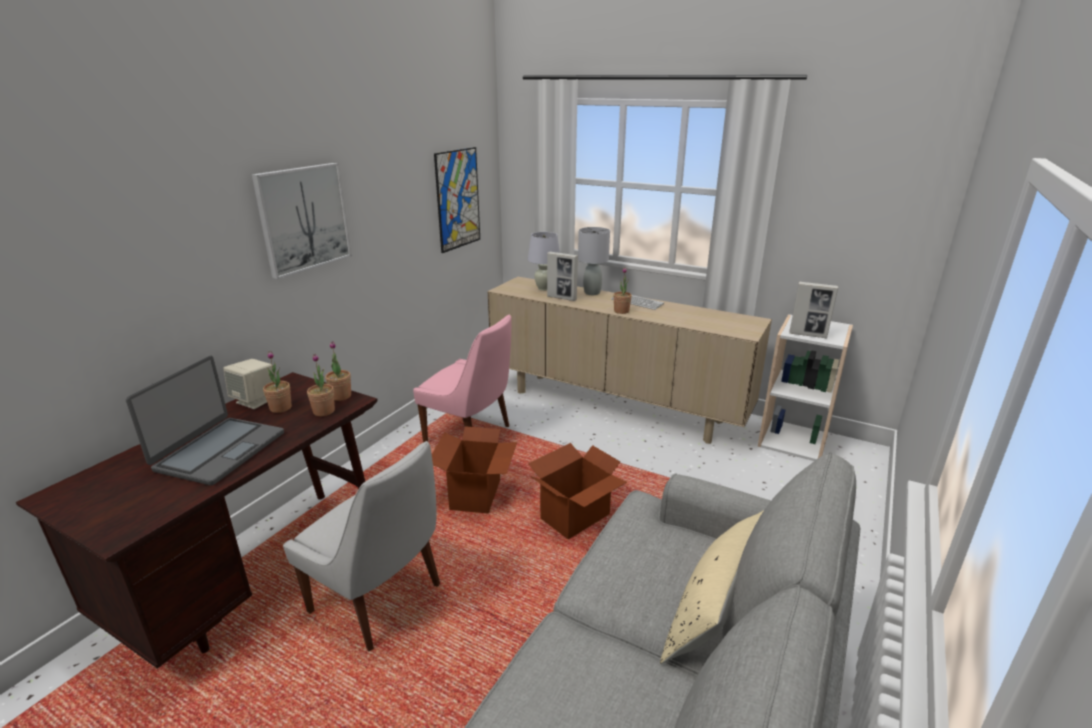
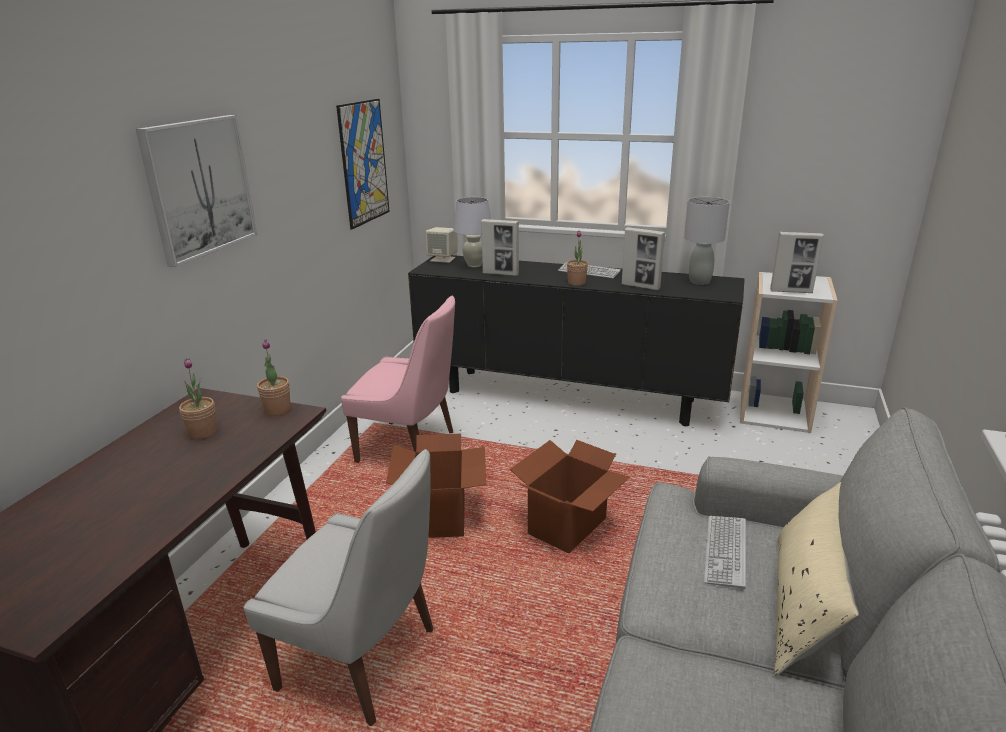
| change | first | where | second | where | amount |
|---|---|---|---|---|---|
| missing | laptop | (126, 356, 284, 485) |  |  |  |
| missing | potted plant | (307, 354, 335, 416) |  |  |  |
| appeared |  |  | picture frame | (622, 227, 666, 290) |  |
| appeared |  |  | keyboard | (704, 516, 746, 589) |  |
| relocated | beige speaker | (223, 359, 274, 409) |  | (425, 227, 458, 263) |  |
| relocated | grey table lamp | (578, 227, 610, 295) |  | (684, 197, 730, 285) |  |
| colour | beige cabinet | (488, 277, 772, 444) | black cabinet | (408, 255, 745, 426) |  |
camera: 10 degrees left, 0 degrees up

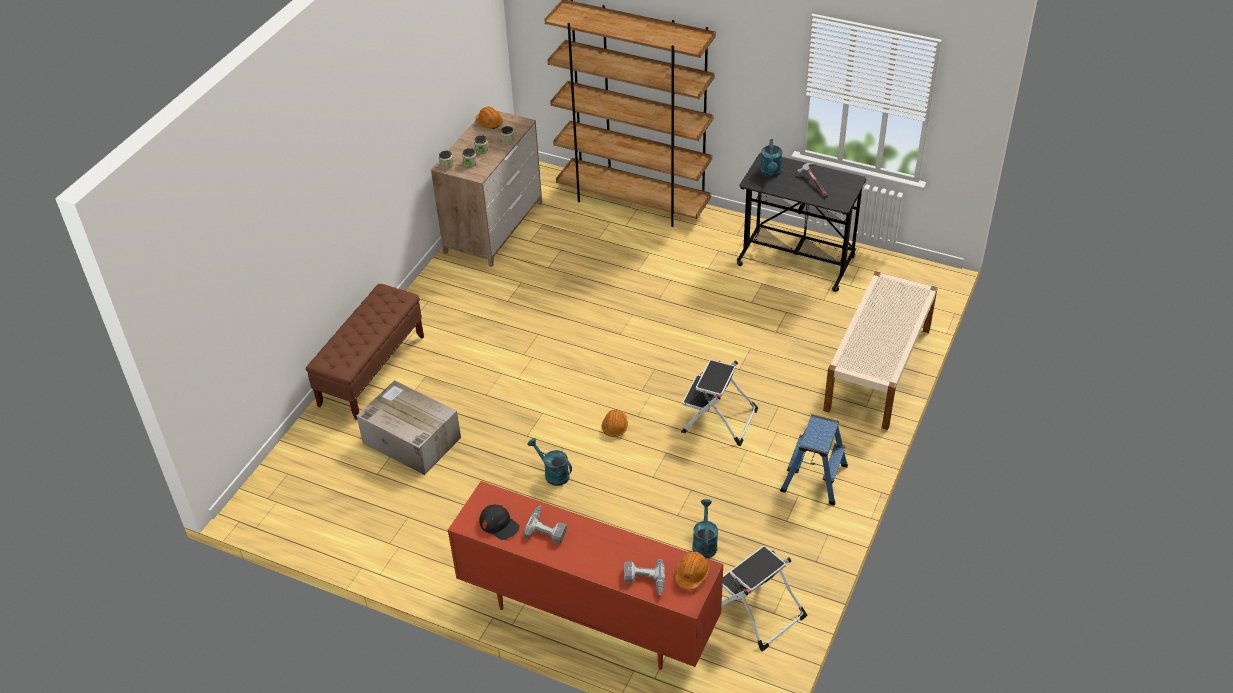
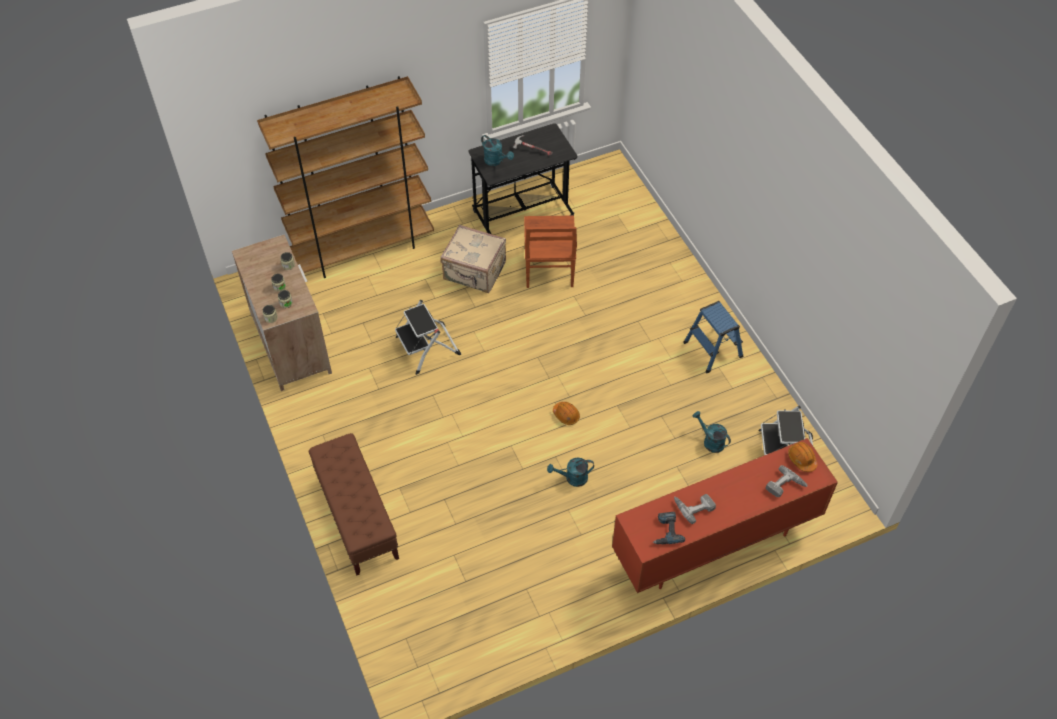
| change | first | where | second | where | amount |
|---|---|---|---|---|---|
| missing | cardboard box | (357, 380, 461, 475) |  |  |  |
| missing | orange hard hat | (475, 107, 503, 129) |  |  |  |
| missing | beige bench | (823, 271, 938, 430) |  |  |  |
| appeared |  |  | beige suitcase | (440, 225, 506, 293) |  |
| appeared |  |  | brown chair | (524, 216, 577, 288) |  |
| relocated | step ladder | (681, 360, 758, 446) |  | (395, 300, 461, 375) |  |
| exchanged | black cap | (479, 505, 520, 540) | power drill | (653, 512, 685, 544) |  |
camera: 50 degrees left, 10 degrees up

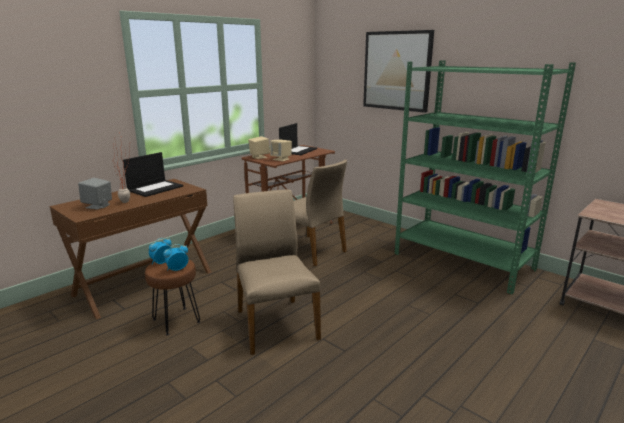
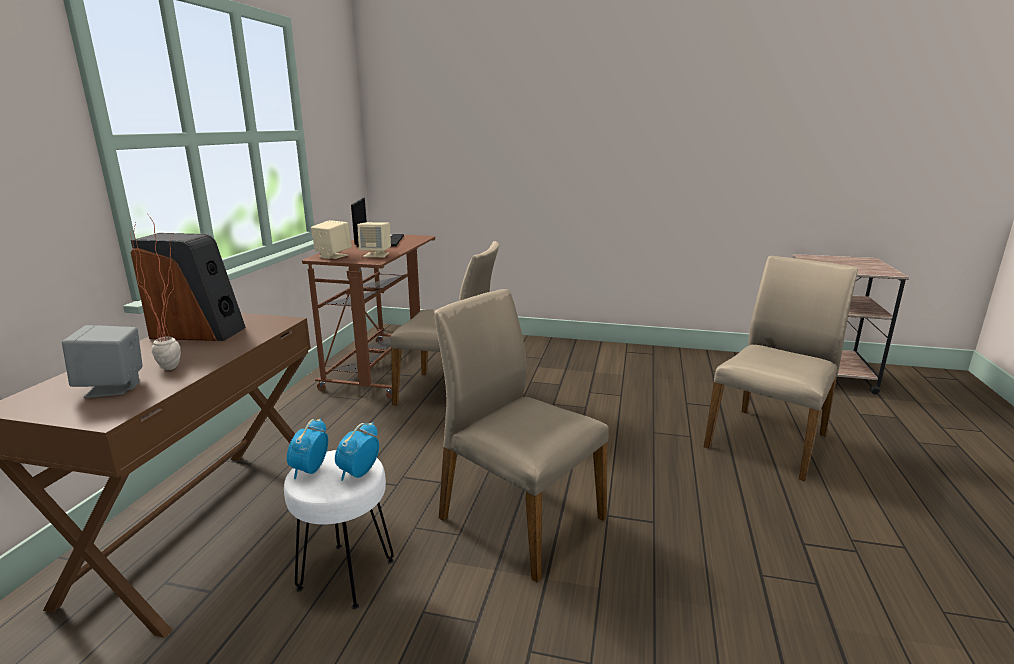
| change | first | where | second | where | amount |
|---|---|---|---|---|---|
| missing | picture | (363, 30, 434, 113) |  |  |  |
| missing | green bookcase | (395, 60, 576, 294) |  |  |  |
| appeared |  |  | beige chair | (704, 256, 858, 481) |  |
| exchanged | laptop | (123, 152, 183, 197) | speaker | (130, 233, 246, 341) |  |
| colour | brown stool | (145, 259, 200, 336) | white stool | (284, 450, 394, 609) |  |
camera: 30 degrees left, 0 degrees up

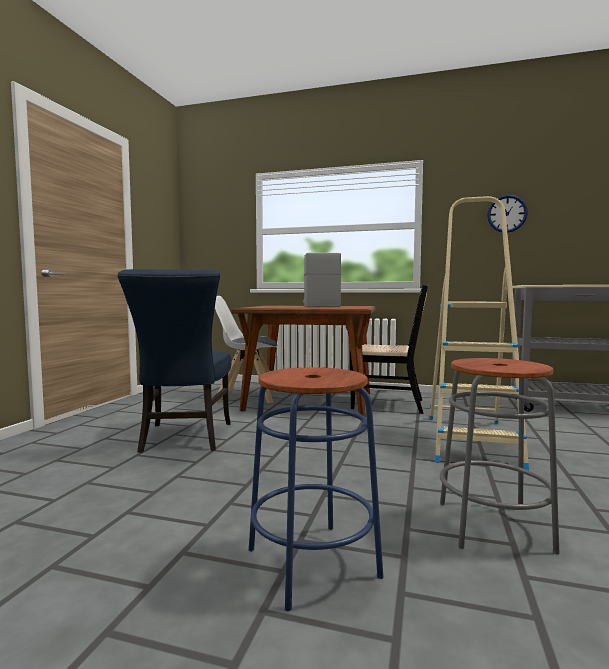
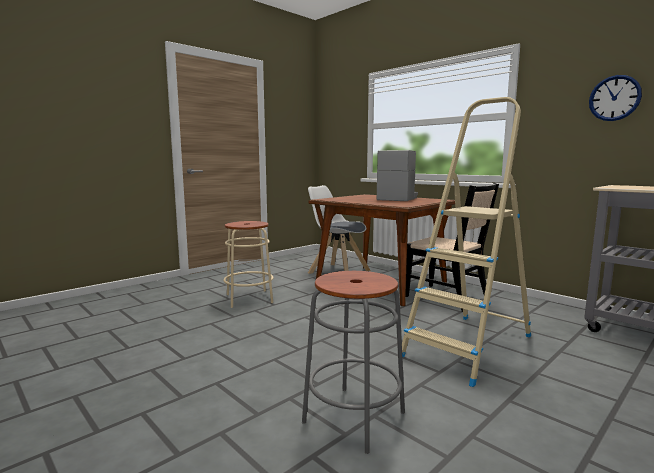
| change | first | where | second | where | amount |
|---|---|---|---|---|---|
| missing | blue stool | (249, 367, 383, 611) |  |  |  |
| exchanged | blue chair | (117, 269, 232, 453) | beige stool | (223, 221, 273, 308) |  |
camera: 30 degrees right, 5 degrees up

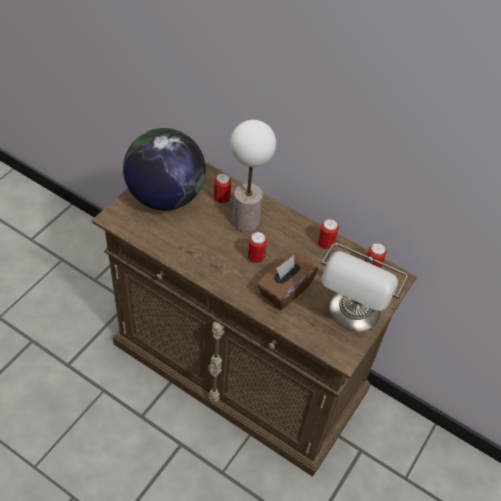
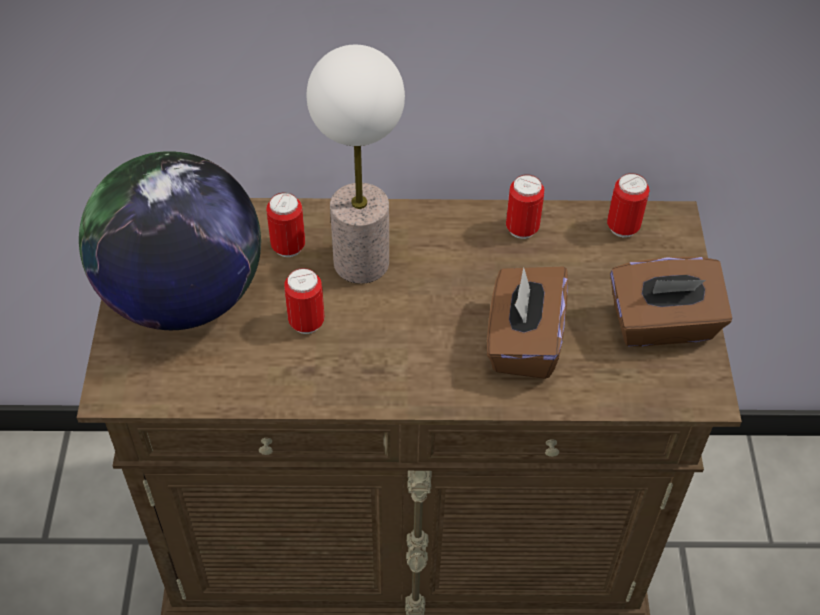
| change | first | where | second | where | amount |
|---|---|---|---|---|---|
| relocated | can | (248, 232, 267, 264) |  | (284, 268, 324, 334) |  |
| exchanged | white table lamp | (321, 243, 409, 332) | brown tissue box | (610, 257, 732, 347) |  |
camera: 30 degrees left, 0 degrees up

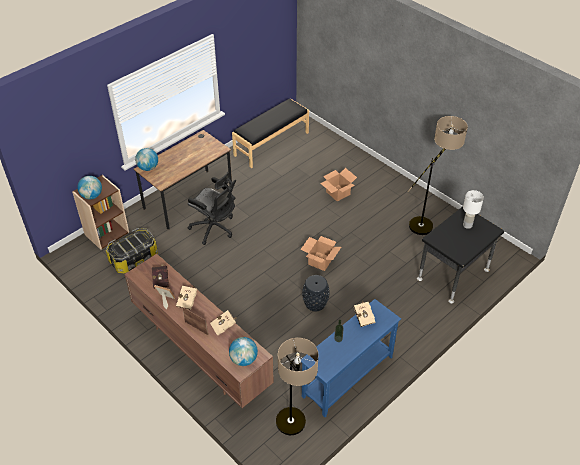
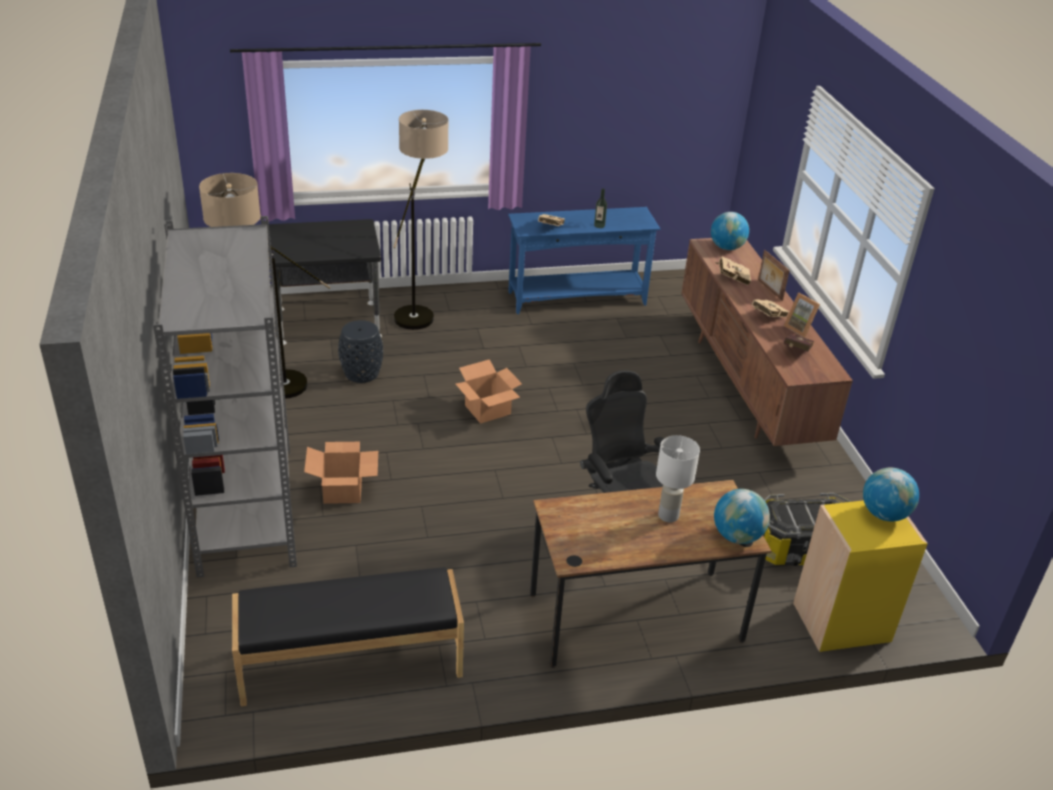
| change | first | where | second | where | amount |
|---|---|---|---|---|---|
| appeared |  |  | grey bookcase | (153, 216, 297, 577) |  |
| relocated | floor lamp | (276, 338, 318, 435) |  | (393, 110, 449, 330) |  |
| relocated | black stool | (302, 275, 330, 311) |  | (338, 320, 383, 383) |  |
| relocated | white table lamp | (463, 190, 484, 229) |  | (656, 435, 700, 523) |  |
| colour | brown bookcase | (72, 175, 129, 250) | yellow bookcase | (793, 500, 928, 652) |  |
camera: 150 degrees left, 10 degrees down

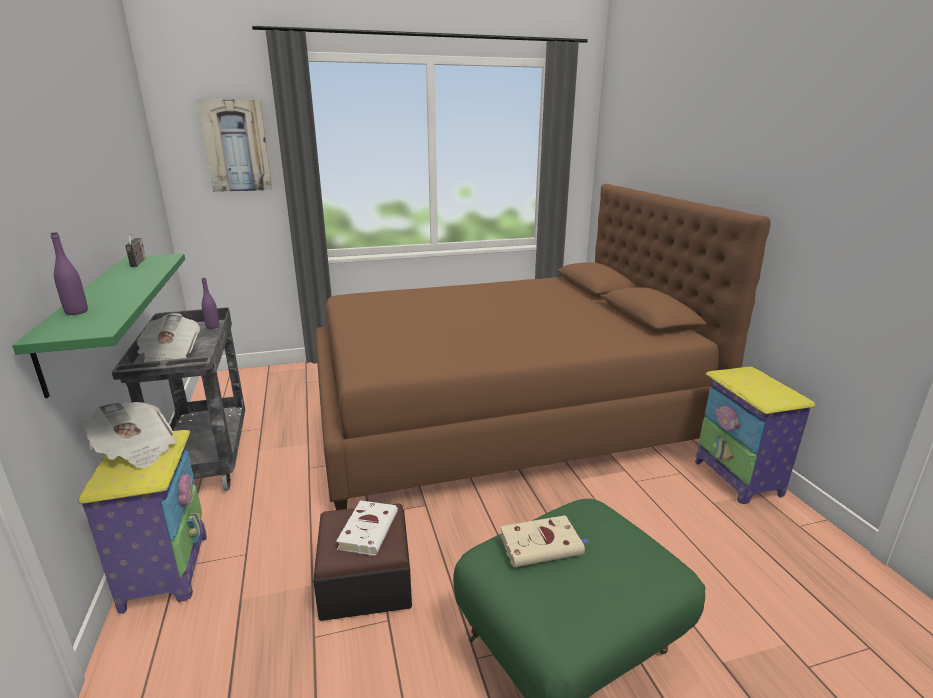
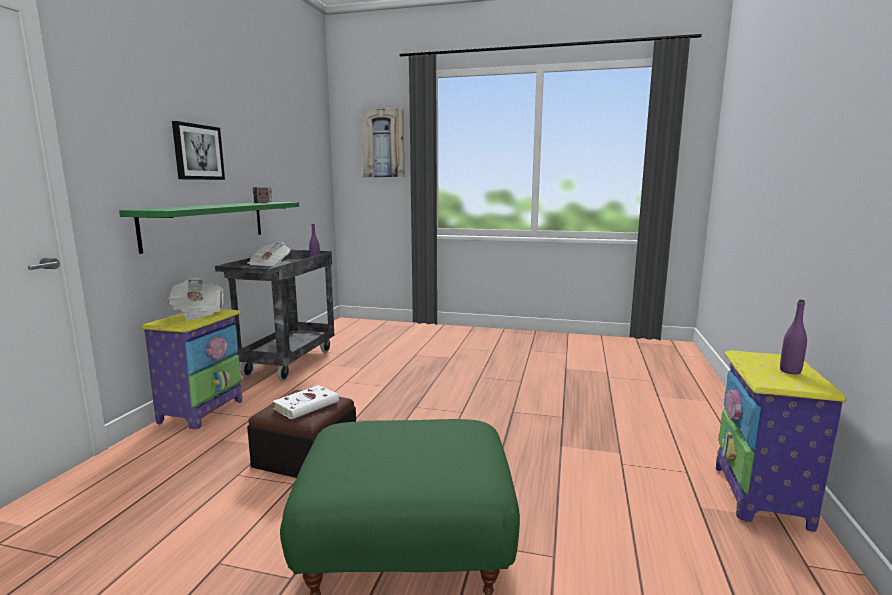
| change | first | where | second | where | amount |
|---|---|---|---|---|---|
| missing | brown bed | (315, 184, 771, 510) |  |  |  |
| missing | beige book | (500, 515, 589, 568) |  |  |  |
| appeared |  |  | picture | (172, 121, 225, 180) |  |
| relocated | purple bottle | (51, 232, 88, 315) |  | (780, 300, 807, 374) |  |
camera: 30 degrees right, 10 degrees down

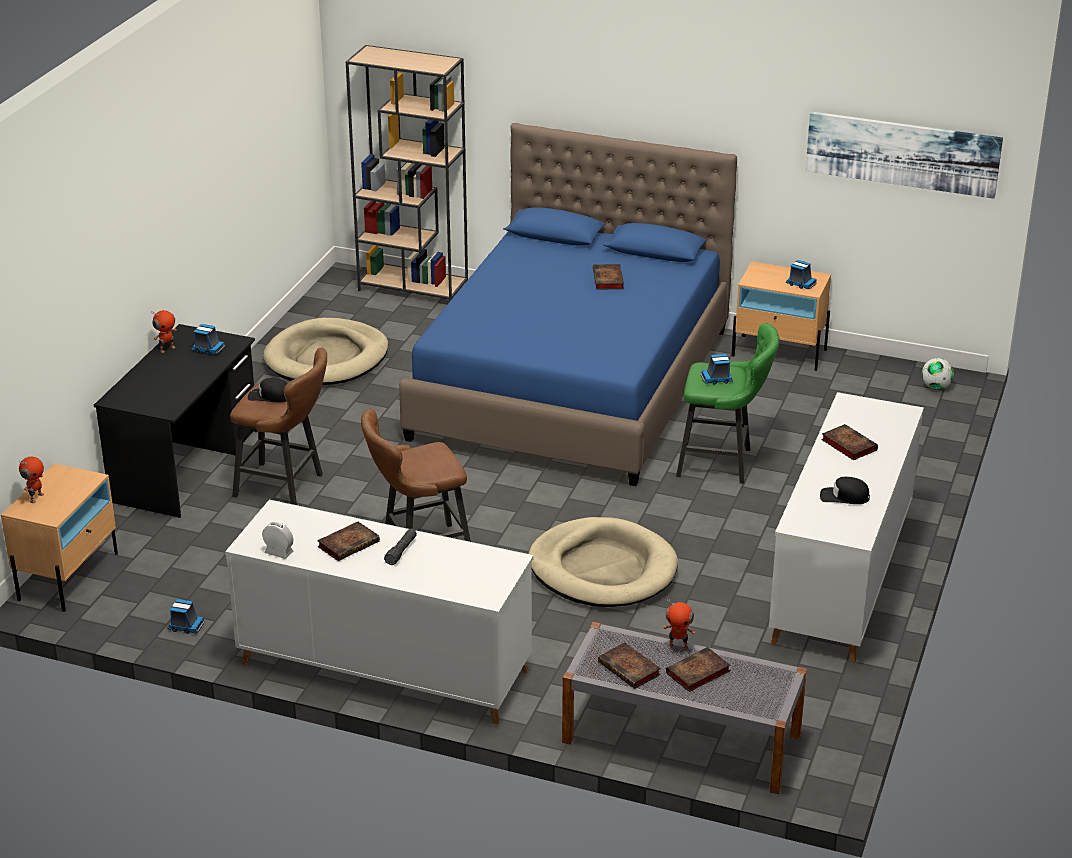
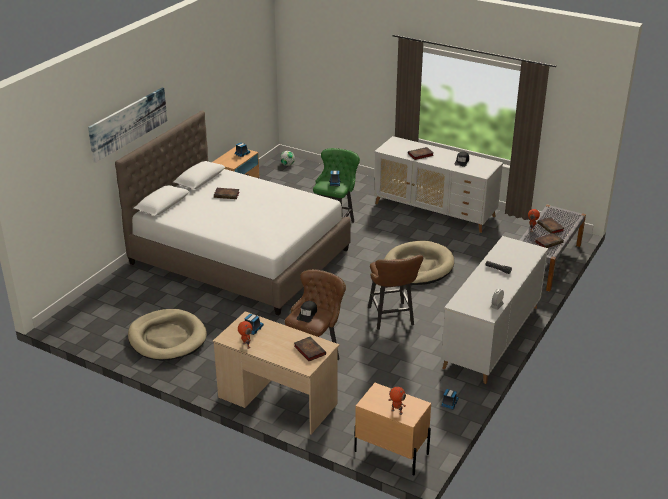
| change | first | where | second | where | amount |
|---|---|---|---|---|---|
| missing | bookcase | (346, 45, 468, 302) |  |  |  |
| relocated | book | (317, 522, 380, 561) |  | (294, 336, 326, 361) |  |
| relocated | picture | (805, 112, 1003, 199) |  | (88, 87, 167, 163) |  |
| colour | black desk | (94, 324, 258, 518) | beige desk | (213, 311, 339, 434) |  |
| colour | blue bed | (399, 123, 737, 486) | white bed | (115, 110, 351, 316) |  |
camera: 80 degrees left, 0 degrees up

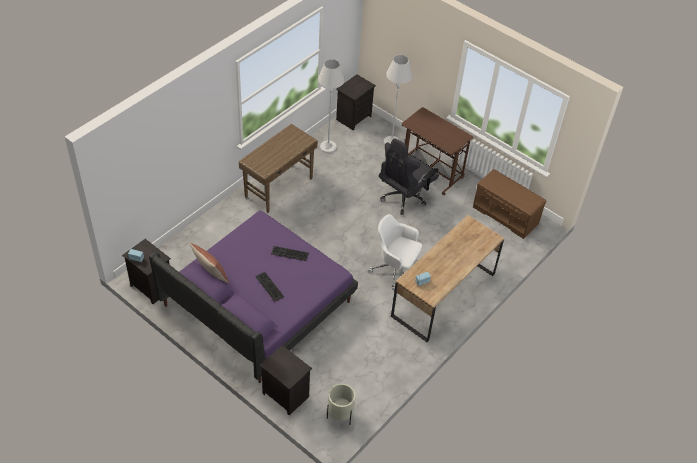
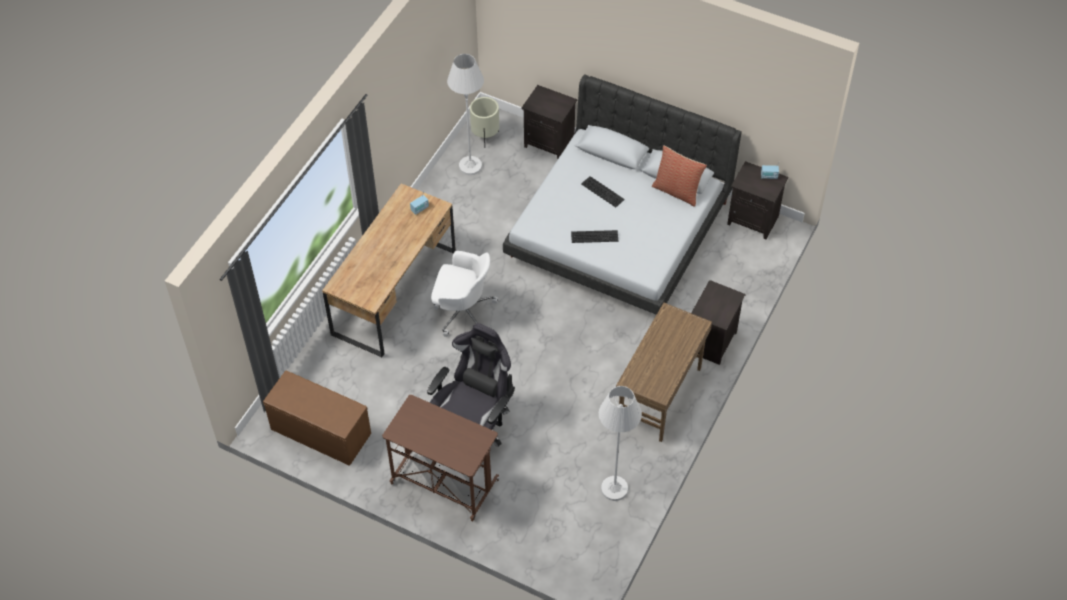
| change | first | where | second | where | amount |
|---|---|---|---|---|---|
| relocated | black nightstand | (336, 74, 376, 130) |  | (691, 280, 746, 365) |  |
| relocated | white floor lamp | (383, 55, 412, 145) |  | (447, 54, 484, 175) |  |
| colour | purple bed | (149, 211, 358, 383) | grey bed | (503, 74, 742, 315) |  |
camera: 170 degrees right, 5 degrees up

